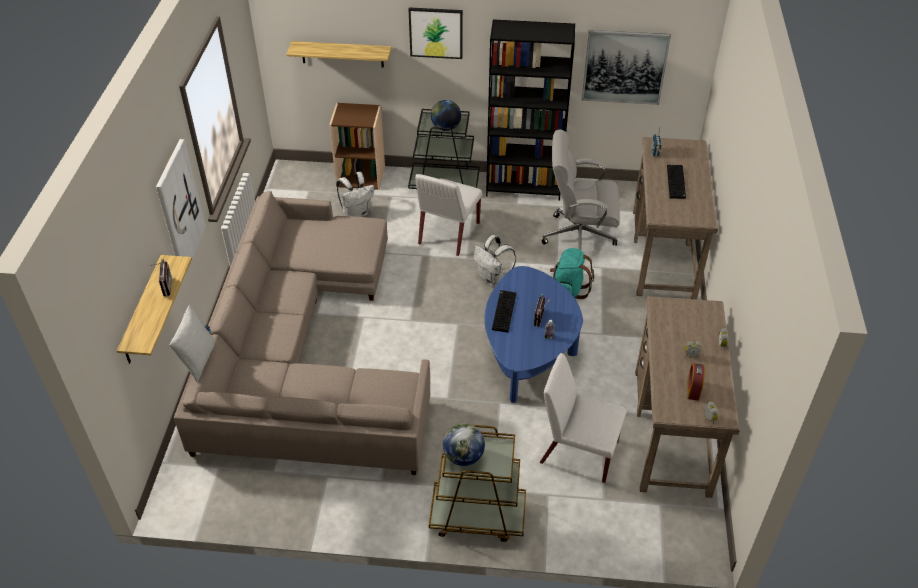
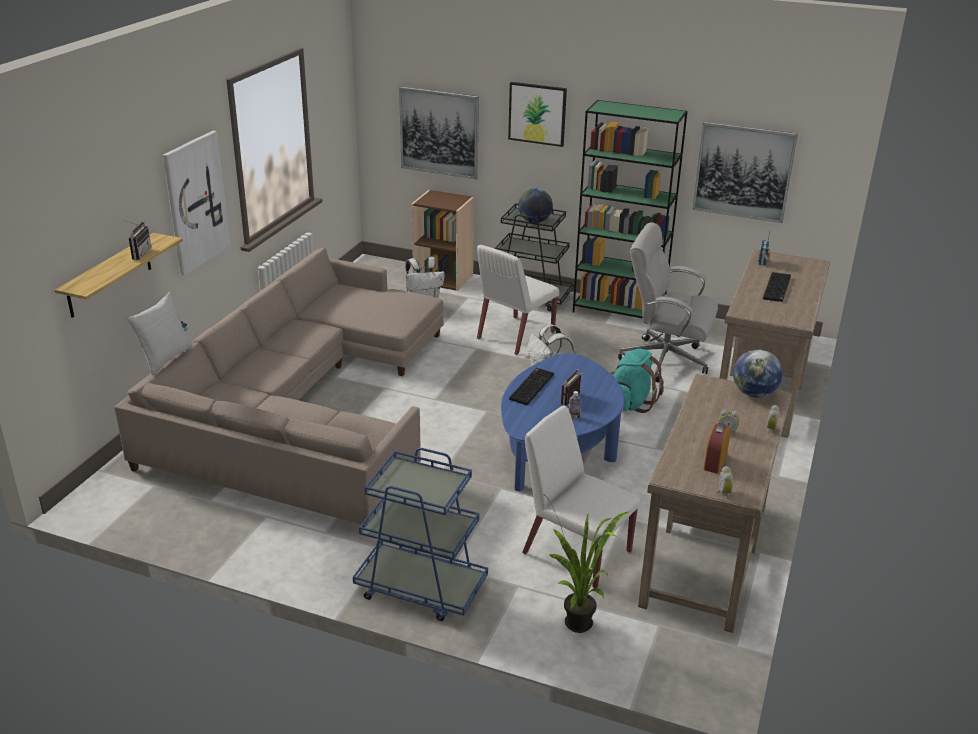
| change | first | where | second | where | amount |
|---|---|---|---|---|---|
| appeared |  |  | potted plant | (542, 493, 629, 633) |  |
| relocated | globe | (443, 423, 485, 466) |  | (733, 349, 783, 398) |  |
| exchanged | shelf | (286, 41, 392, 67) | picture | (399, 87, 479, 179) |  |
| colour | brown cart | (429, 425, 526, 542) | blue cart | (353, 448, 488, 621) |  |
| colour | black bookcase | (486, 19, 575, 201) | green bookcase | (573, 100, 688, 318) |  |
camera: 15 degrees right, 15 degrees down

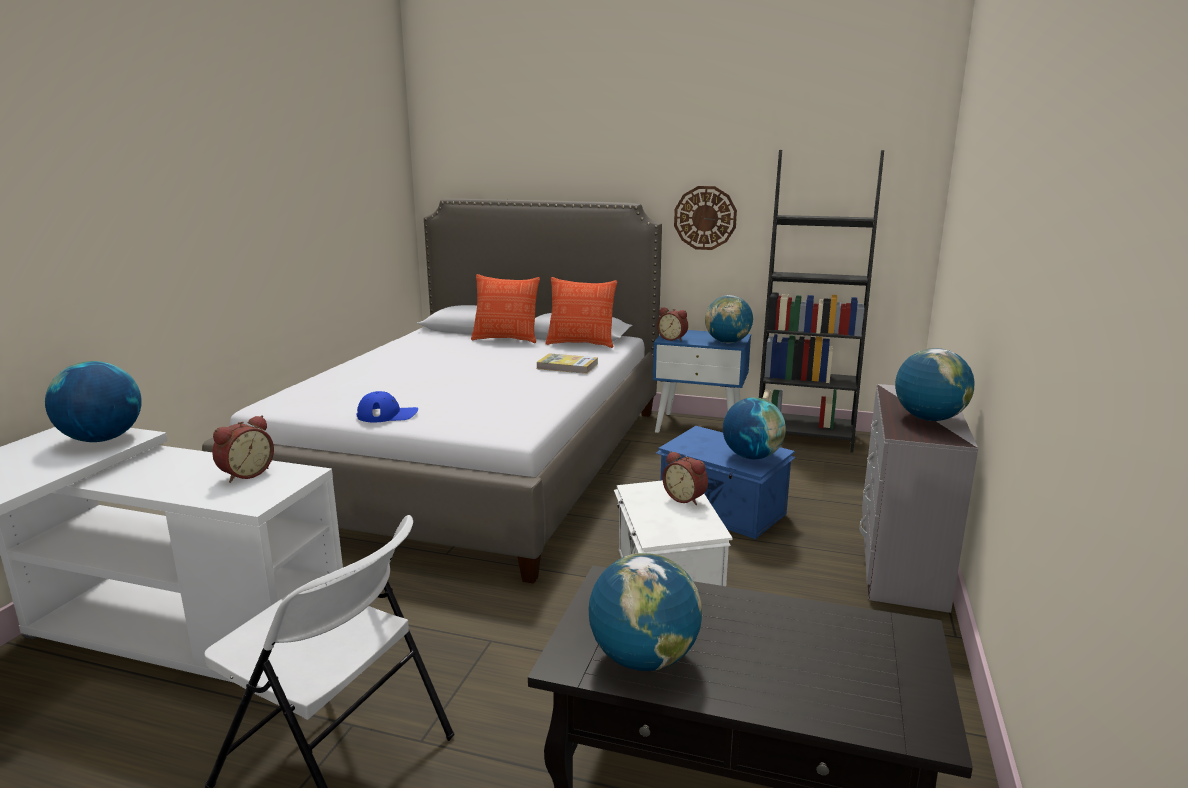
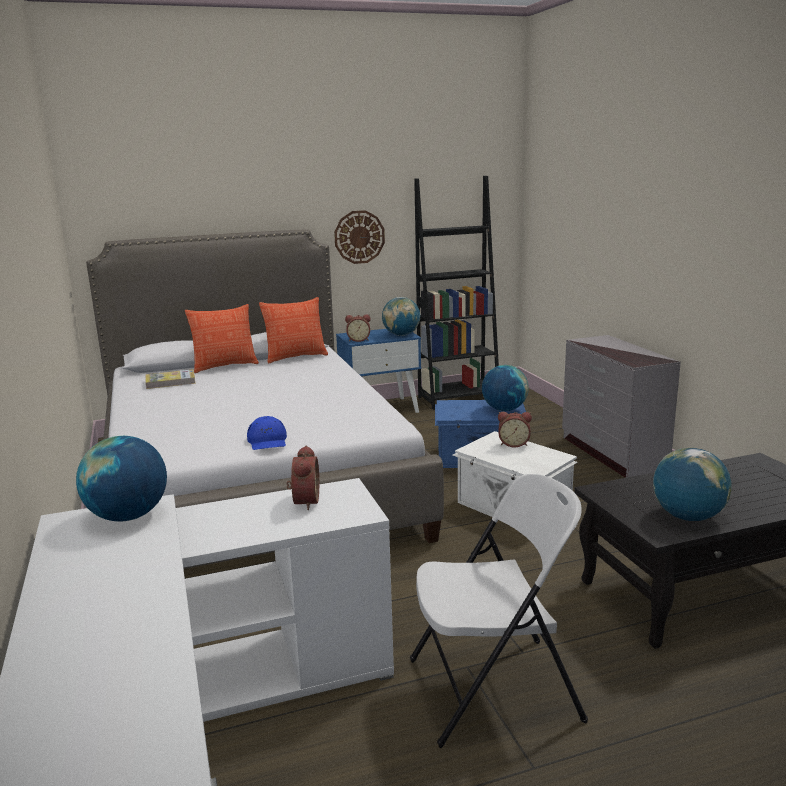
| change | first | where | second | where | amount |
|---|---|---|---|---|---|
| missing | globe | (895, 348, 975, 421) |  |  |  |
| relocated | book | (537, 353, 598, 374) |  | (146, 369, 196, 389) |  |
| spun | blue cap | (357, 391, 418, 422) |  | (247, 416, 287, 450) | 120 degrees clockwise |
camera: 35 degrees left, 0 degrees up

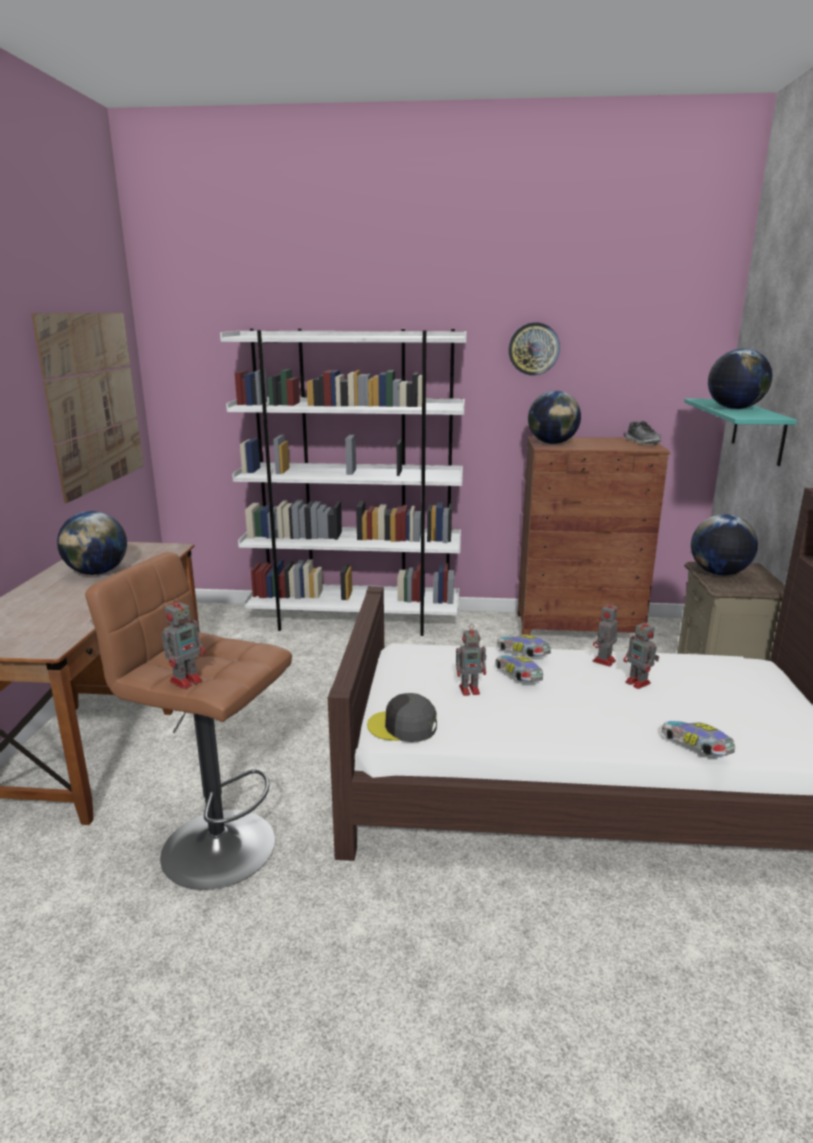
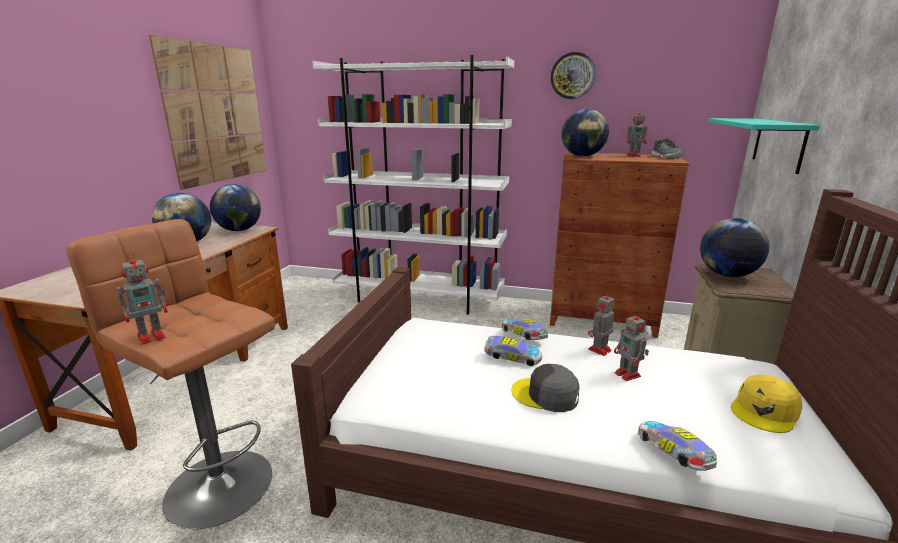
| change | first | where | second | where | amount |
|---|---|---|---|---|---|
| appeared |  |  | yellow cap | (731, 375, 803, 433) |  |
| relocated | grey cap | (367, 693, 437, 742) |  | (511, 364, 580, 412) |  |
| relocated | toy robot | (456, 624, 486, 696) |  | (627, 109, 647, 157) |  |
| relocated | globe | (708, 348, 773, 409) |  | (210, 184, 261, 231) |  |
| spun | toy car | (495, 656, 543, 681) |  | (484, 336, 542, 366) | 120 degrees clockwise |
camera: 10 degrees right, 0 degrees up

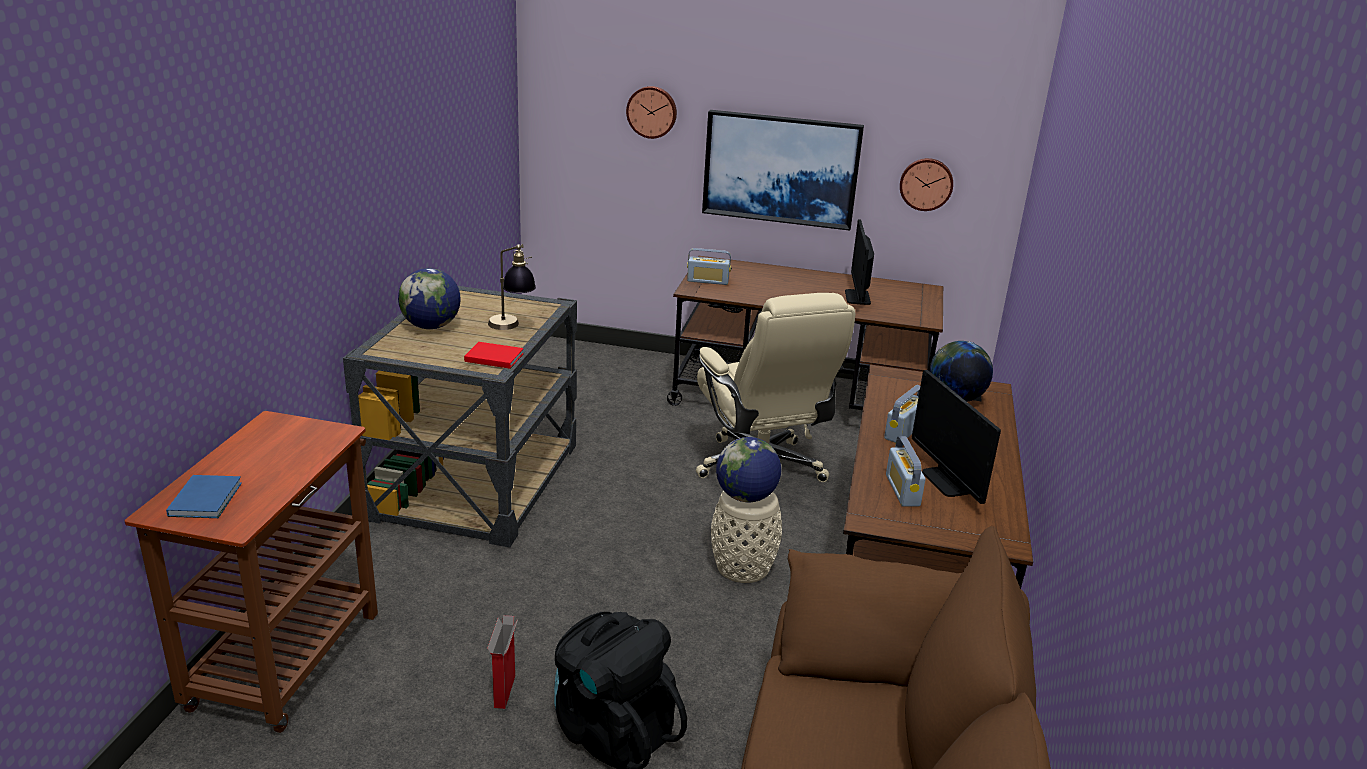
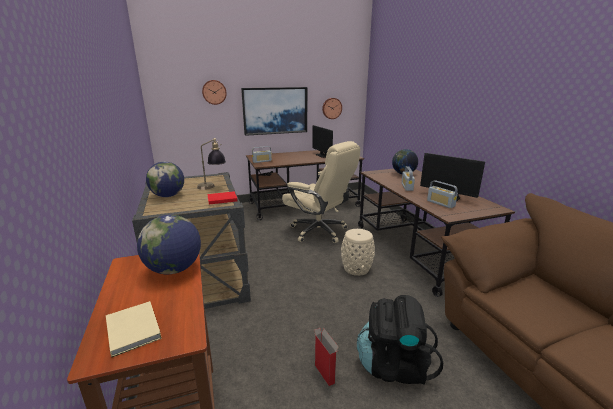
| change | first | where | second | where | amount |
|---|---|---|---|---|---|
| relocated | globe | (716, 437, 781, 502) |  | (137, 215, 201, 274) |  |
| colour | blue book | (166, 475, 242, 518) | beige book | (106, 301, 162, 357) |  |
camera: 30 degrees left, 5 degrees down

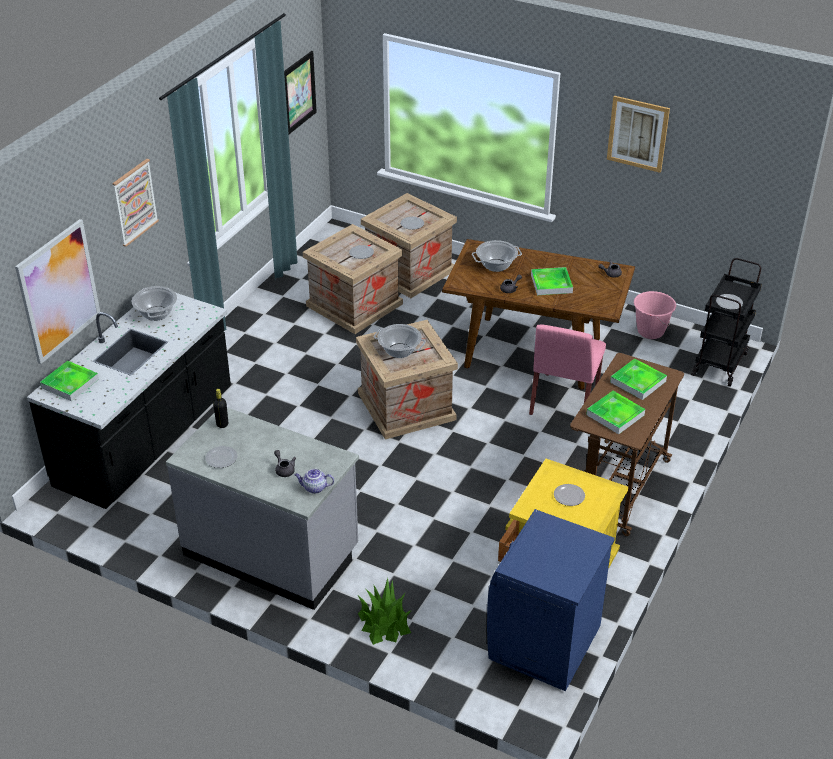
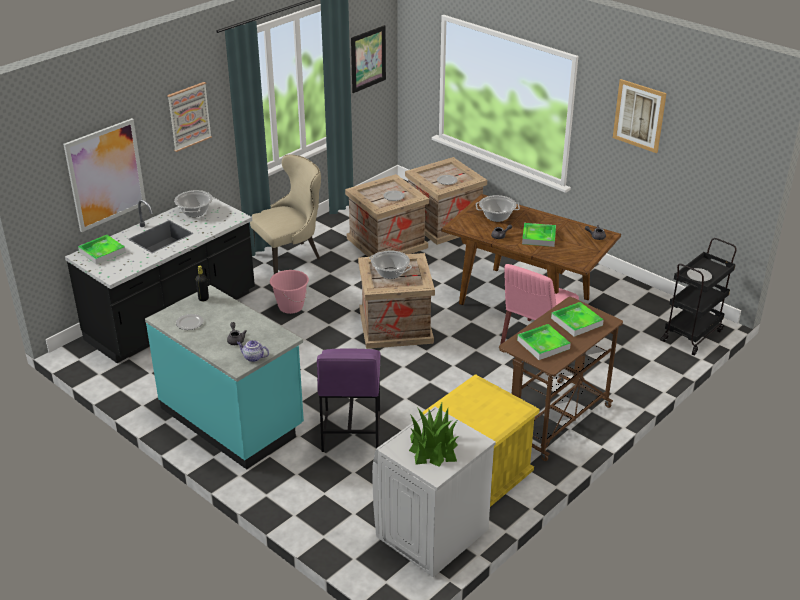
| change | first | where | second | where | amount |
|---|---|---|---|---|---|
| missing | plate | (554, 484, 585, 506) |  |  |  |
| appeared |  |  | beige chair | (250, 155, 321, 274) |  |
| appeared |  |  | purple chair | (317, 349, 381, 452) |  |
| relocated | potted plant | (358, 578, 412, 645) |  | (409, 403, 458, 467) |  |
| relocated | pink bucket | (634, 291, 676, 339) |  | (270, 270, 309, 314) |  |
| colour | grey counter | (166, 407, 359, 610) | turquoise counter | (145, 285, 304, 469) |  |
| colour | blue washing machine | (487, 509, 615, 691) | white washing machine | (372, 407, 496, 577) |  |
camera: 15 degrees right, 5 degrees down

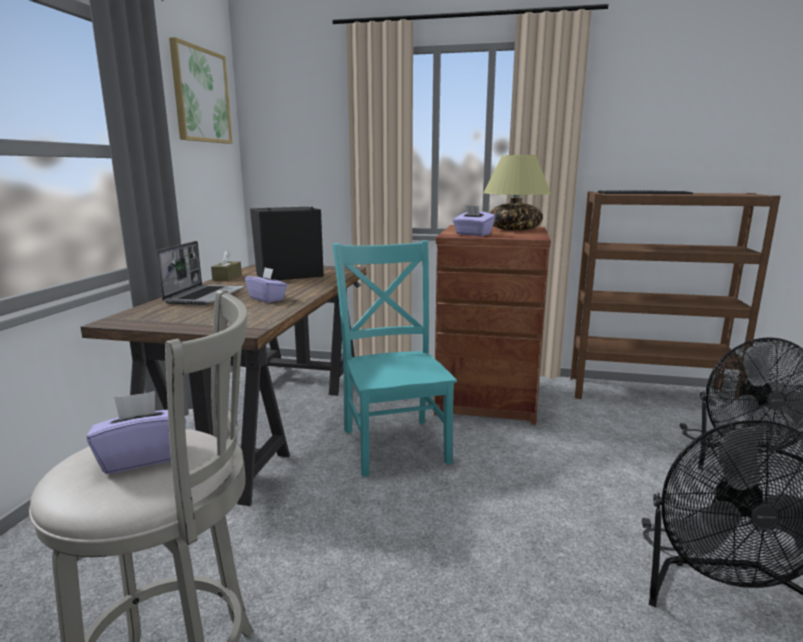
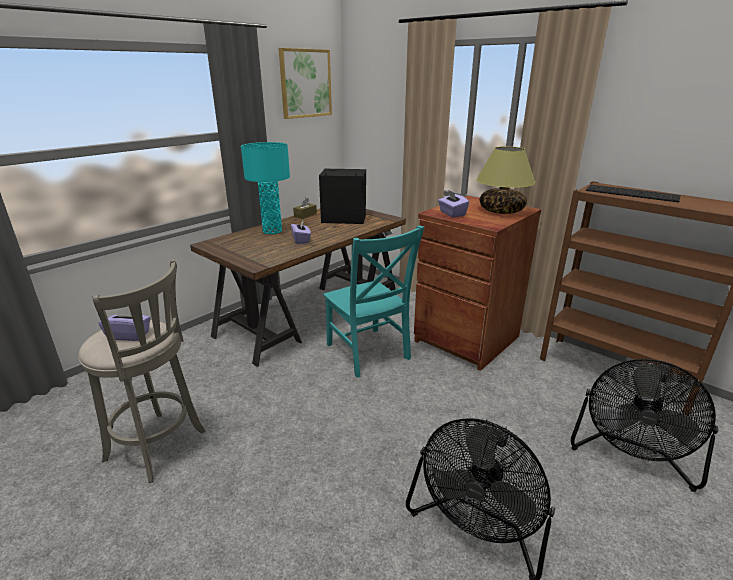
| change | first | where | second | where | amount |
|---|---|---|---|---|---|
| exchanged | laptop | (157, 241, 244, 305) | turquoise table lamp | (241, 142, 290, 234) |  |
| spun | turquoise chair | (333, 240, 457, 477) |  | (323, 225, 424, 378) | 135 degrees clockwise |
camera: 30 degrees right, 10 degrees up

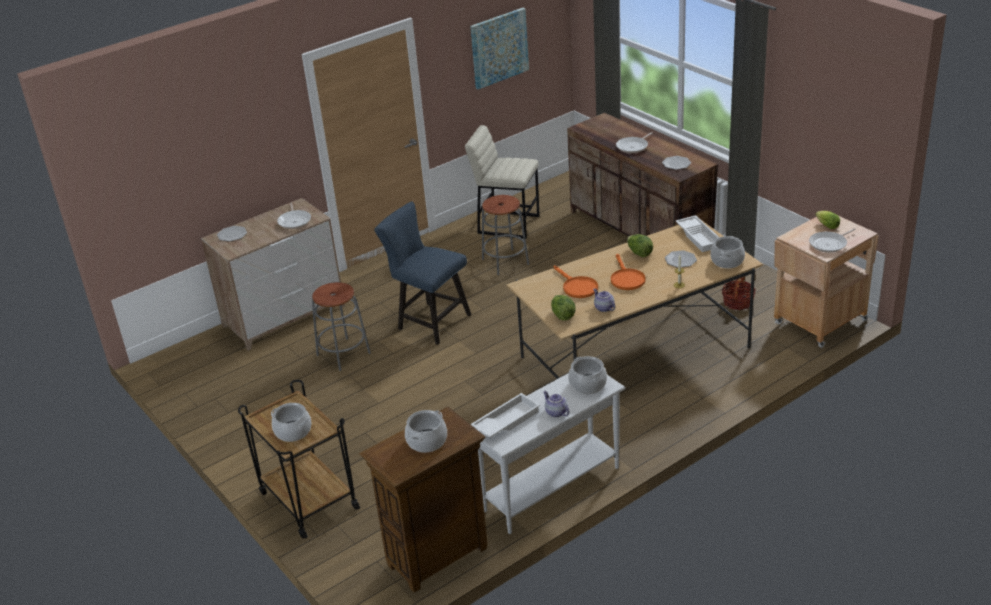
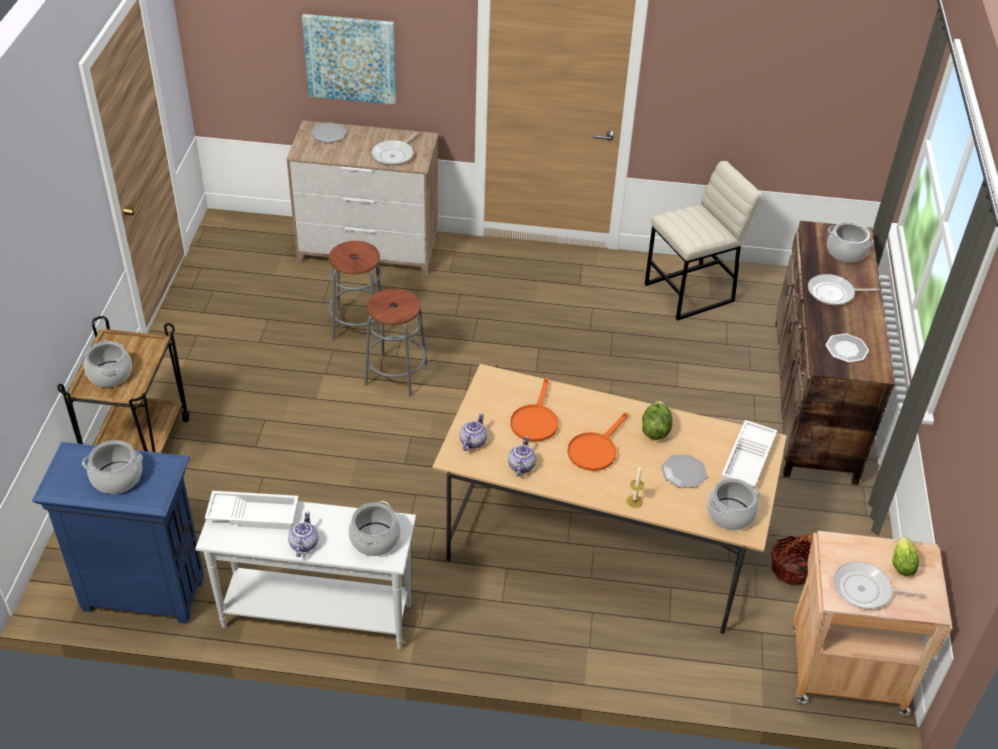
| change | first | where | second | where | amount |
|---|---|---|---|---|---|
| missing | blue chair | (374, 201, 471, 345) |  |  |  |
| appeared |  |  | cooking pot | (827, 222, 874, 263) |  |
| relocated | picture | (470, 8, 529, 89) |  | (302, 14, 396, 104) |  |
| relocated | grey stool | (482, 195, 529, 275) |  | (365, 288, 427, 396) |  |
| exchanged | lettuce | (551, 295, 576, 321) | teapot | (460, 413, 487, 451) |  |
| colour | brown cabinet | (359, 406, 487, 593) | blue cabinet | (32, 442, 204, 624) |  |
| spun | beige chair | (465, 125, 540, 239) |  | (645, 161, 762, 321) | 90 degrees clockwise |
camera: 40 degrees right, 10 degrees up

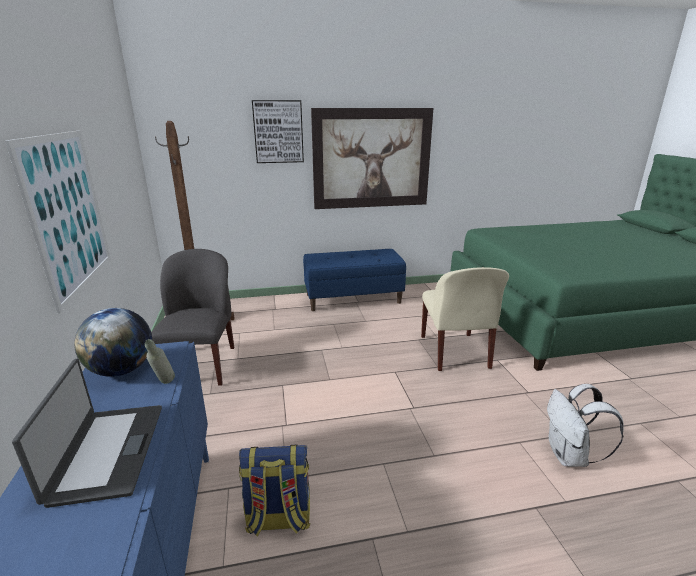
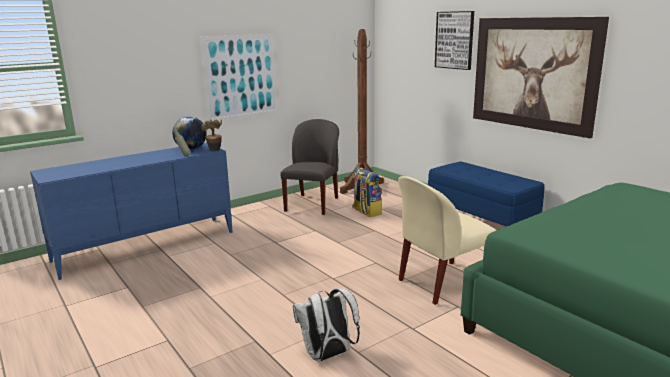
| change | first | where | second | where | amount |
|---|---|---|---|---|---|
| missing | laptop | (12, 358, 162, 508) |  |  |  |
| appeared |  |  | potted plant | (201, 119, 222, 151) |  |
| relocated | backpack | (239, 445, 311, 536) |  | (352, 167, 382, 217) |  |
| spun | grey chair | (151, 249, 234, 386) |  | (280, 119, 339, 215) | 45 degrees counterclockwise |
camera: 65 degrees right, 5 degrees down

